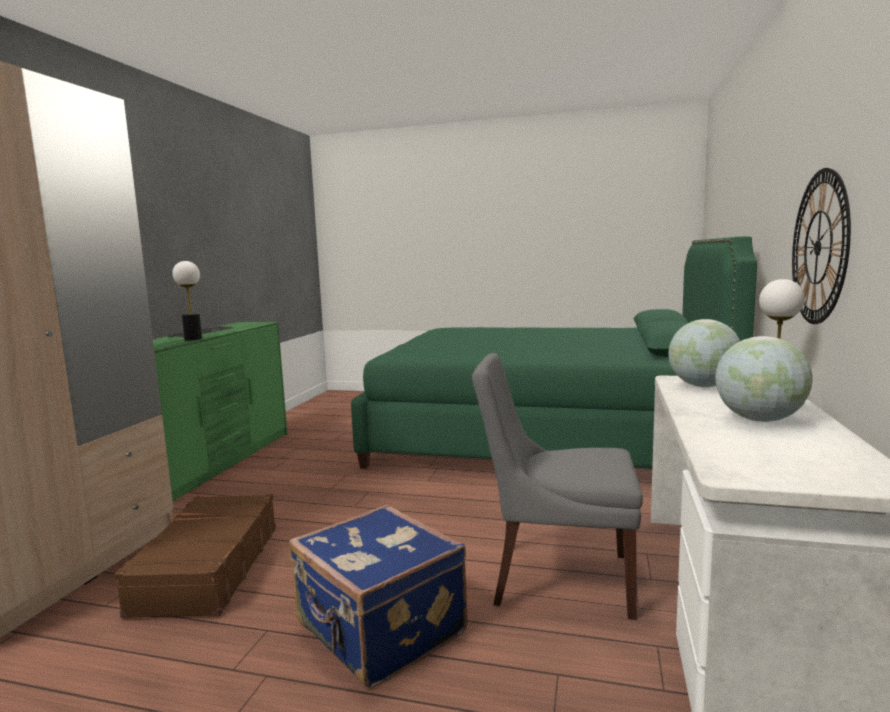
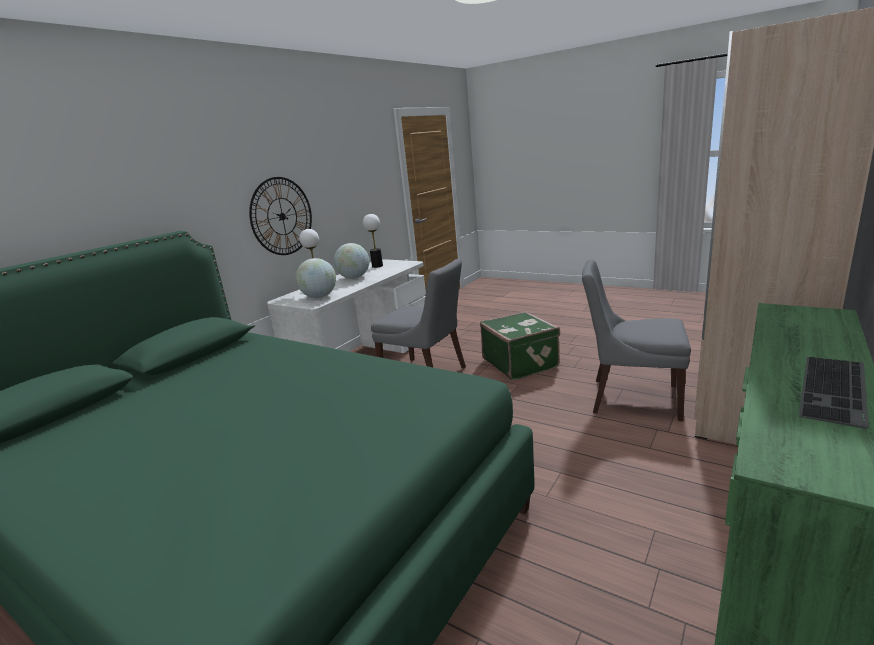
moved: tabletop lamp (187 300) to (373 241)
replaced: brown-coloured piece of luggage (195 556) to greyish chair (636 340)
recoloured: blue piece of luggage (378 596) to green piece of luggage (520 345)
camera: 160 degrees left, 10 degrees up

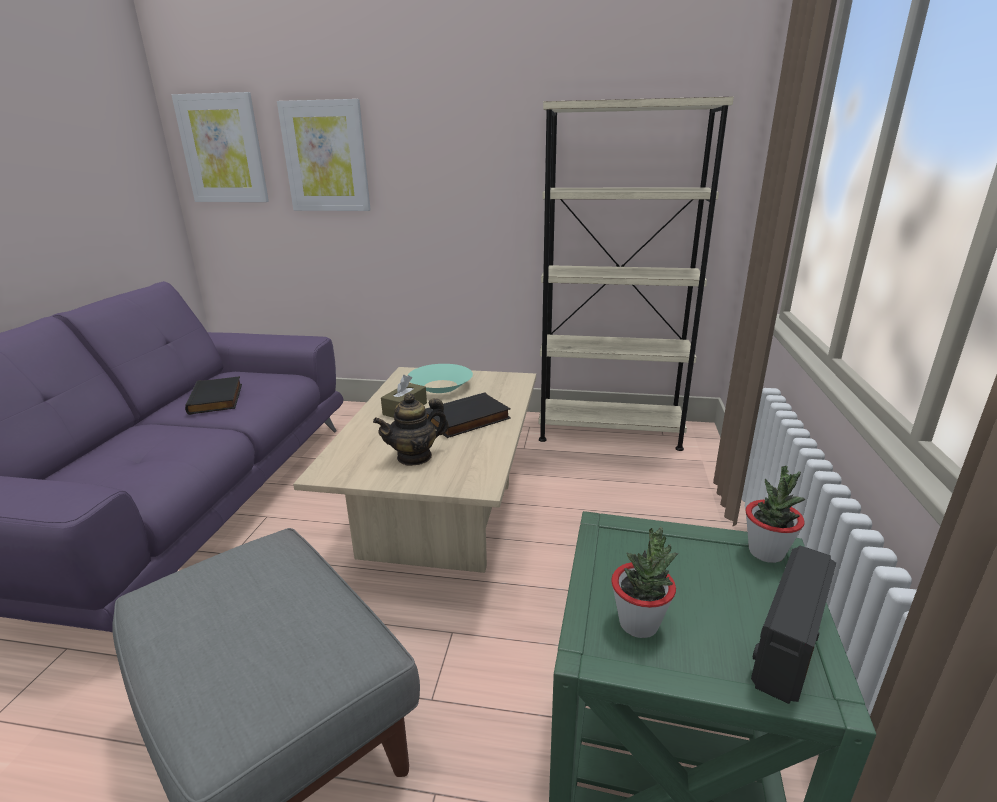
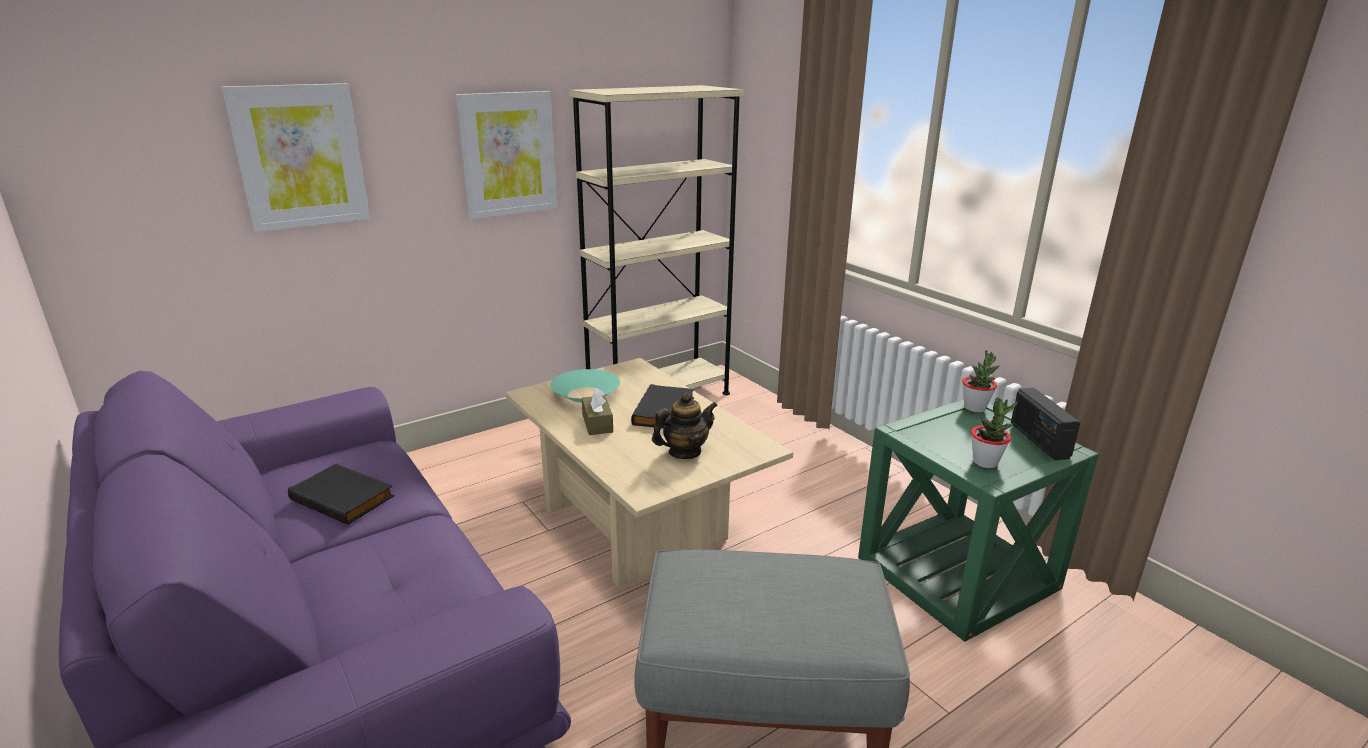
moved: picture (220 147) to (506 155)
turned: teapot (411 429) = (685 425) 135 degrees counterclockwise
camera: 45 degrees left, 0 degrees up

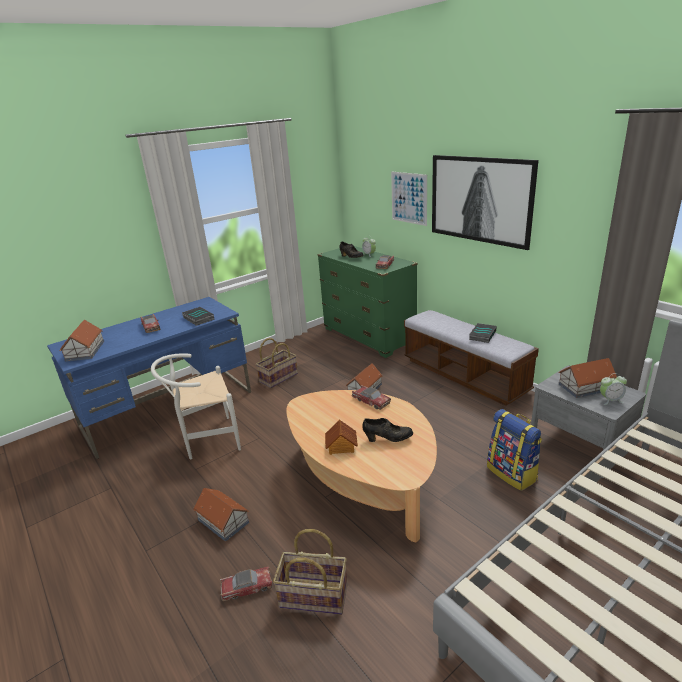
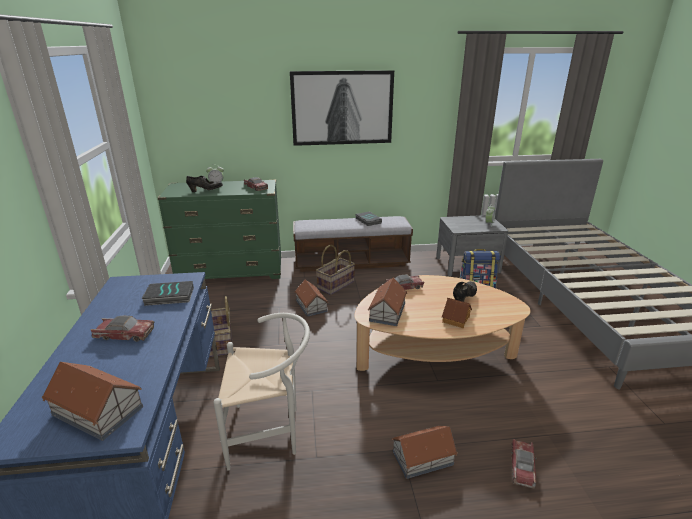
removed: picture (409 198)
moved: household basket (310 572) to (335 270); miniature house (587 378) to (387 302)
turned: white chair (196 406) = (262 391) 105 degrees counterclockwise
camera: 60 degrees left, 0 degrees up

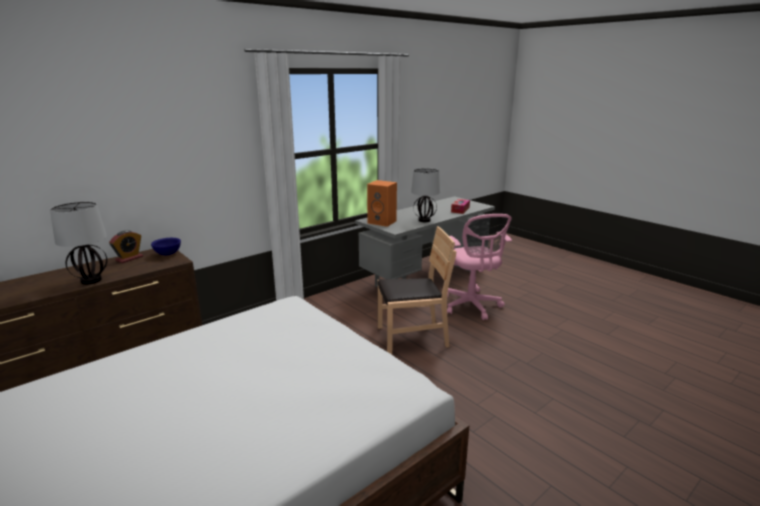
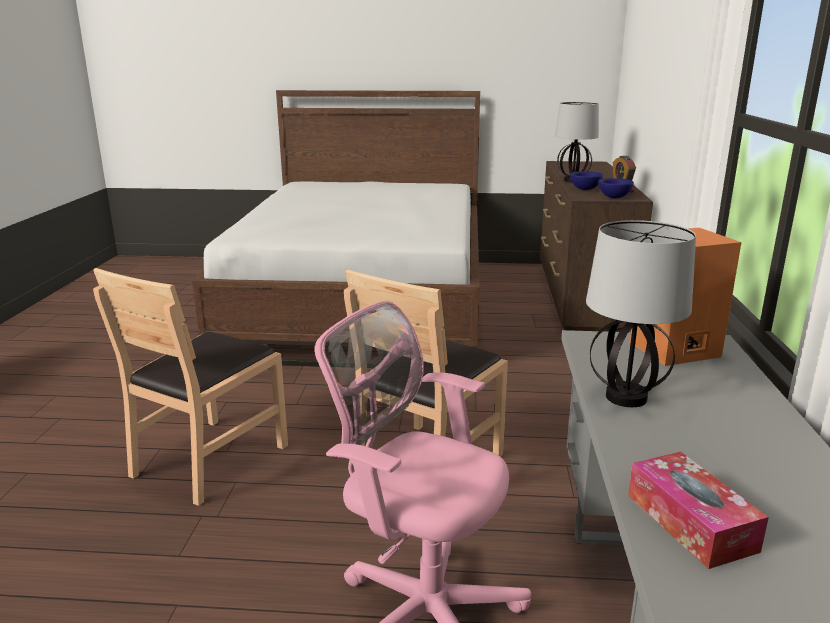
added: brown-coloured chair (190 387); blue serving bowl (586 180)
camera: 135 degrees right, 0 degrees up

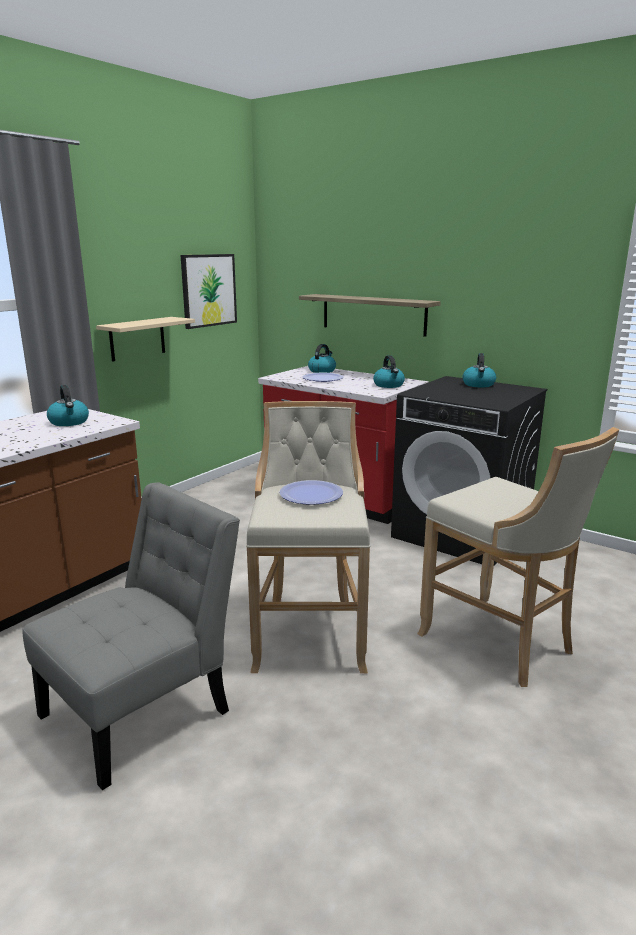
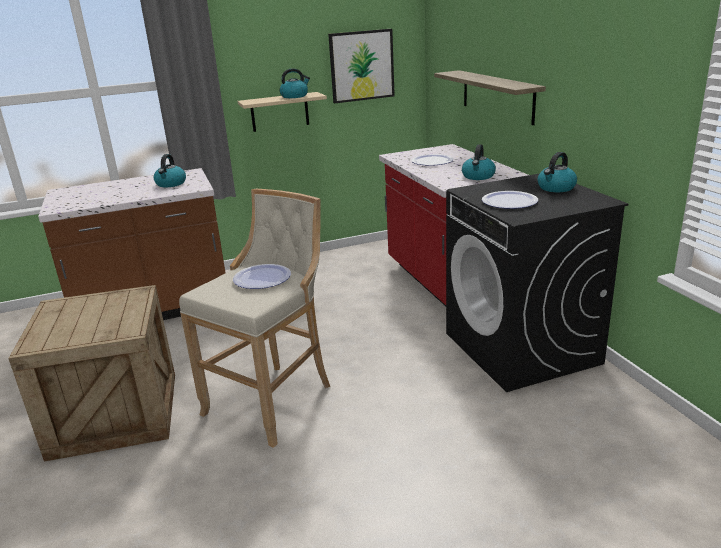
removed: sand-coloured sitting stool (518 557)
added: plate (510 200)
moved: tea kettle (322 358) to (295 83)
replaced: greyish chair (131 636) to shipping crate (91 373)
camera: 35 degrees right, 5 degrees up

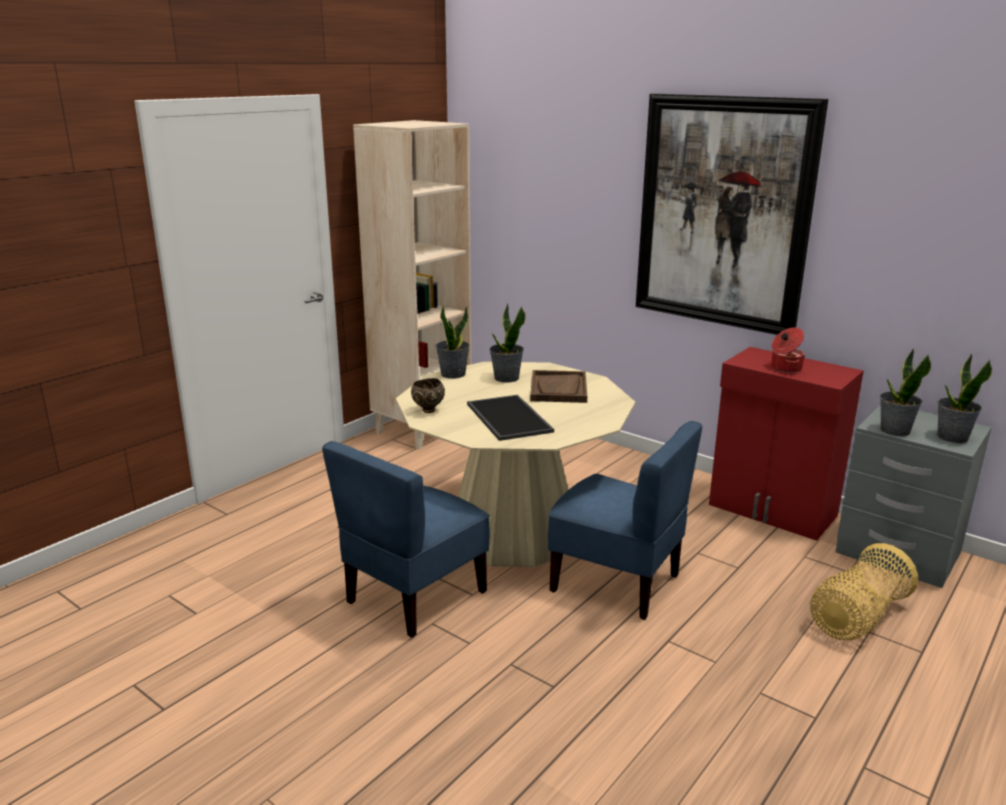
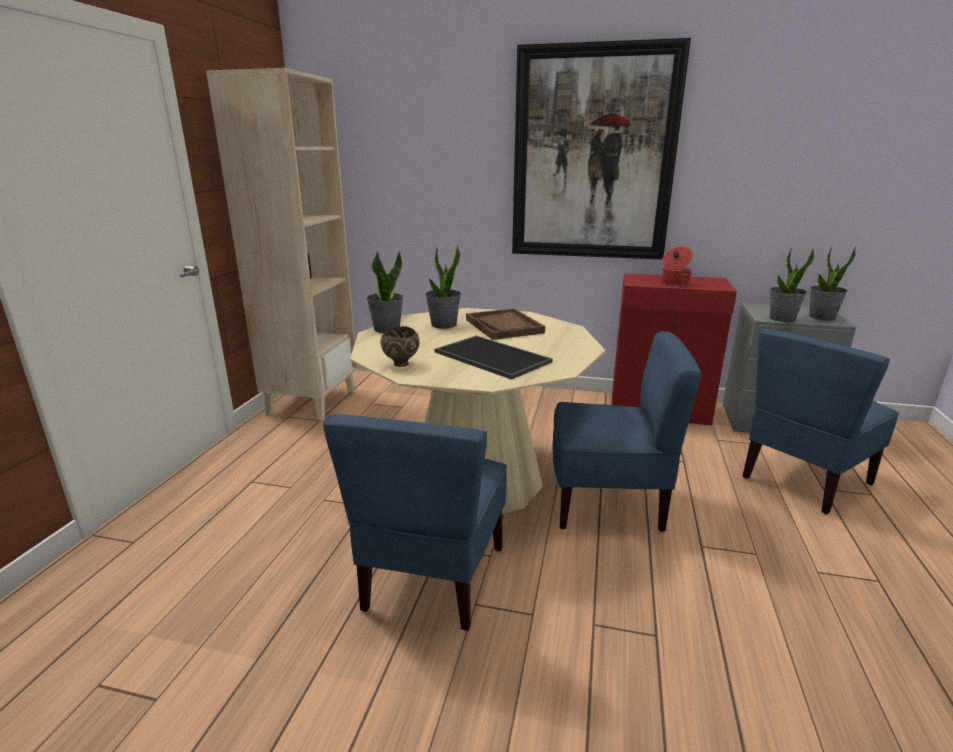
replaced: household basket (864 591) to blue chair (820 421)
camera: 25 degrees left, 0 degrees up

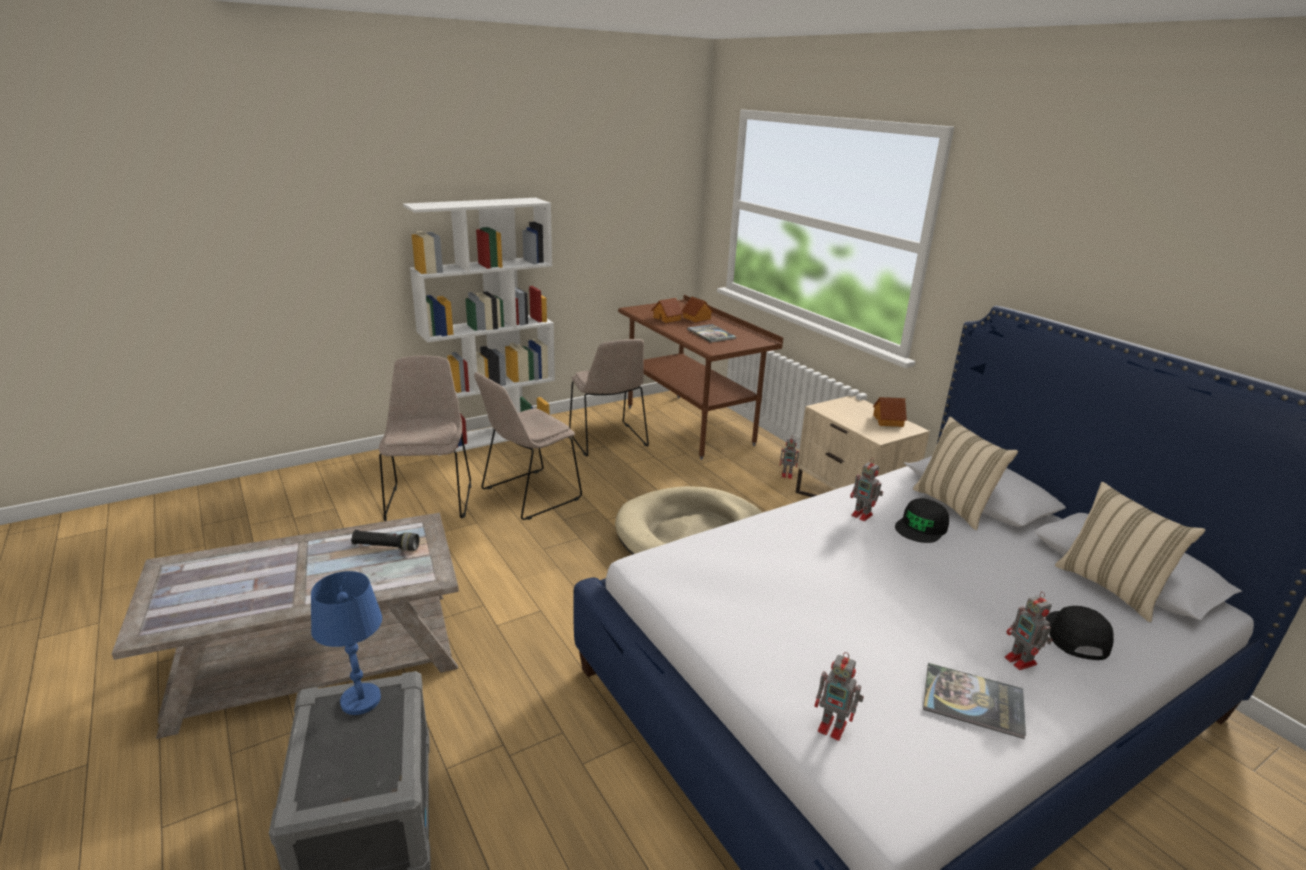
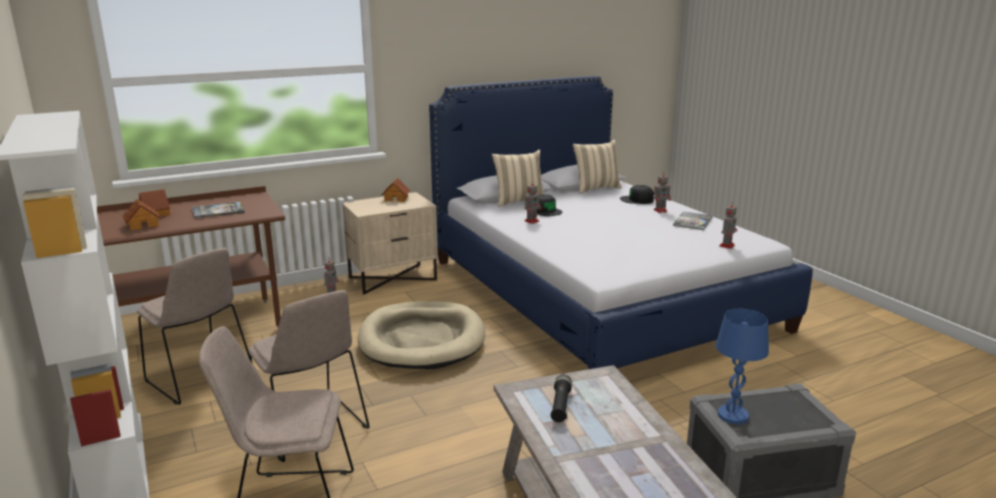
turned: sand-coloured chair (609 397) = (195 326) 60 degrees clockwise
camera: 85 degrees left, 5 degrees down

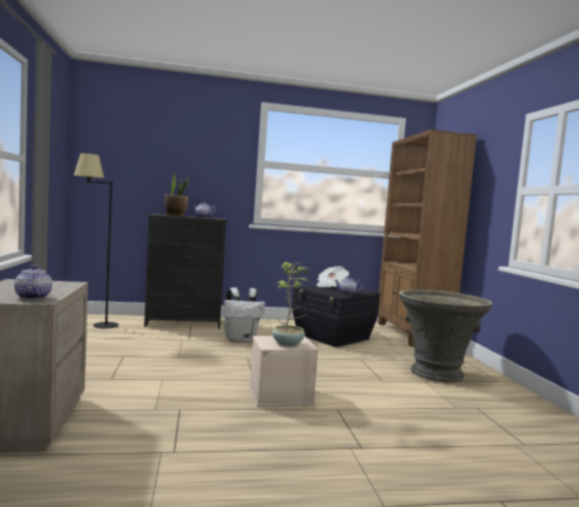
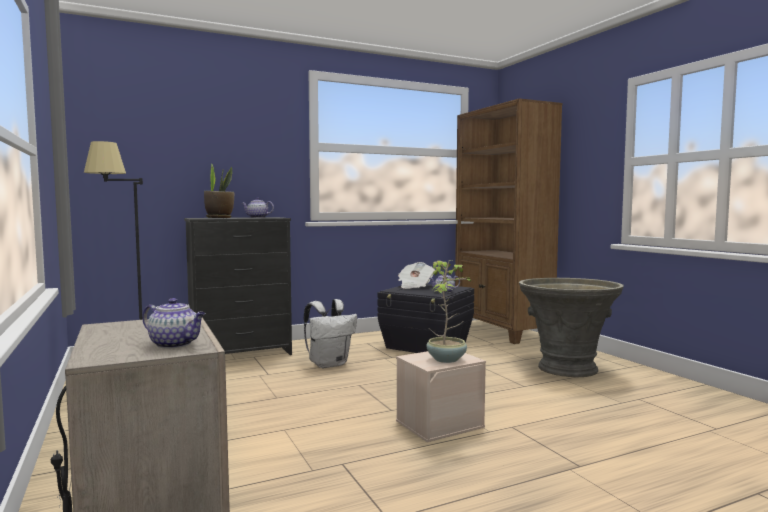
turned: teapot (33 282) = (174 323) 150 degrees clockwise
camera: 15 degrees left, 0 degrees up

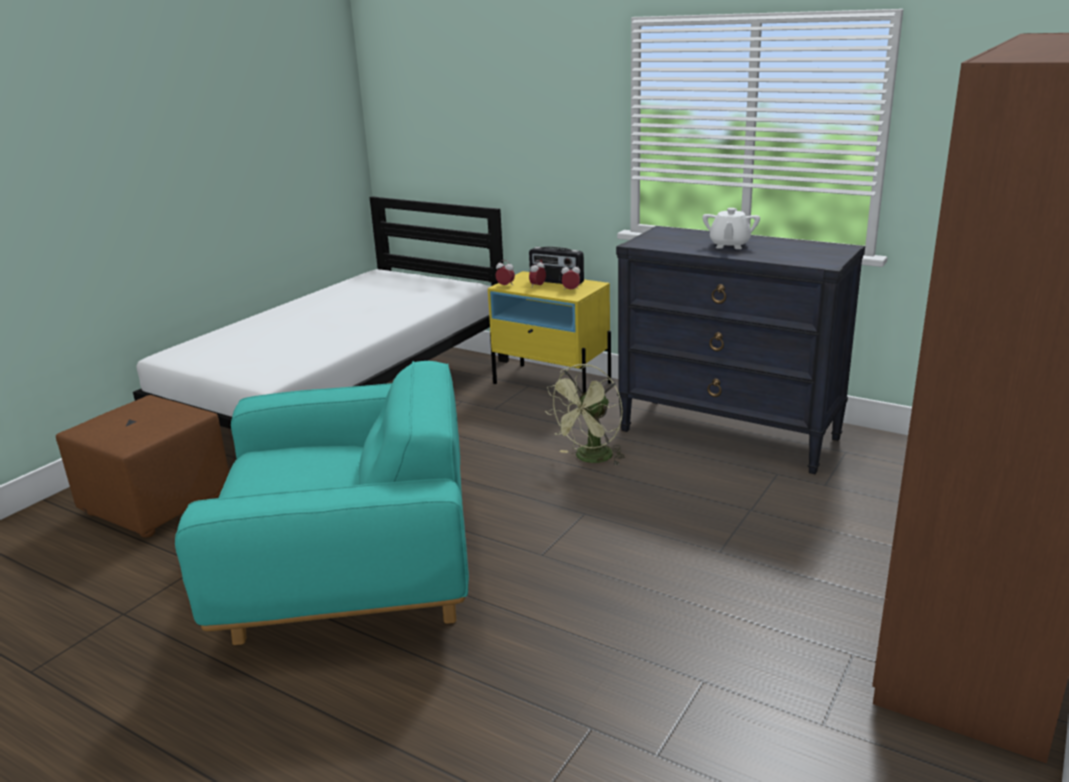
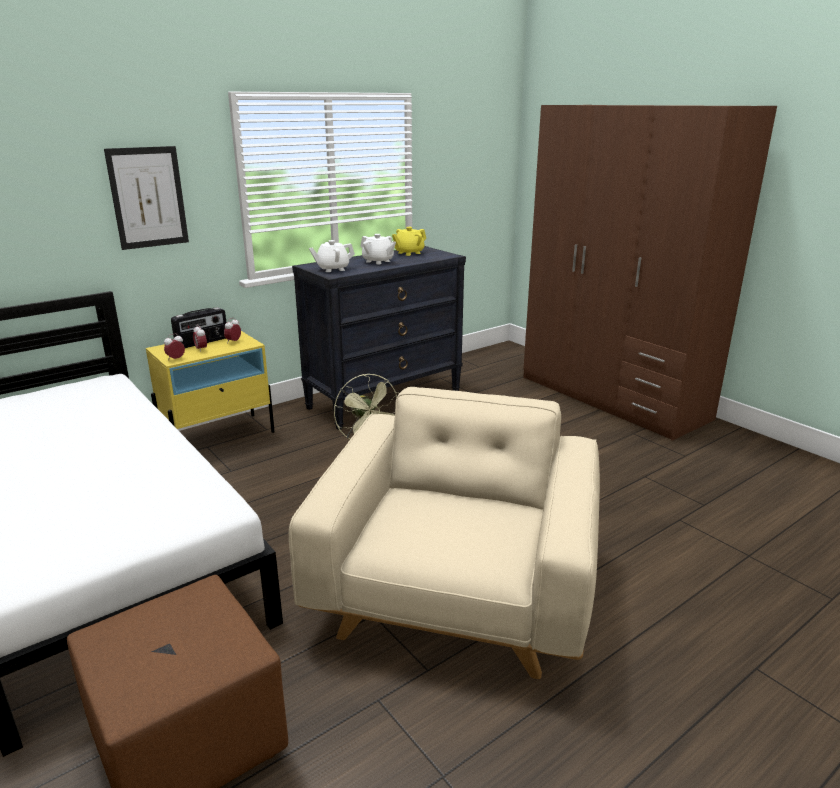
added: picture (146 198); white teapot (332 256); yellow teapot (409 241)
recoloured: blue-green armchair (322 503) to sand-coloured armchair (444 533)
camera: 70 degrees left, 0 degrees up

